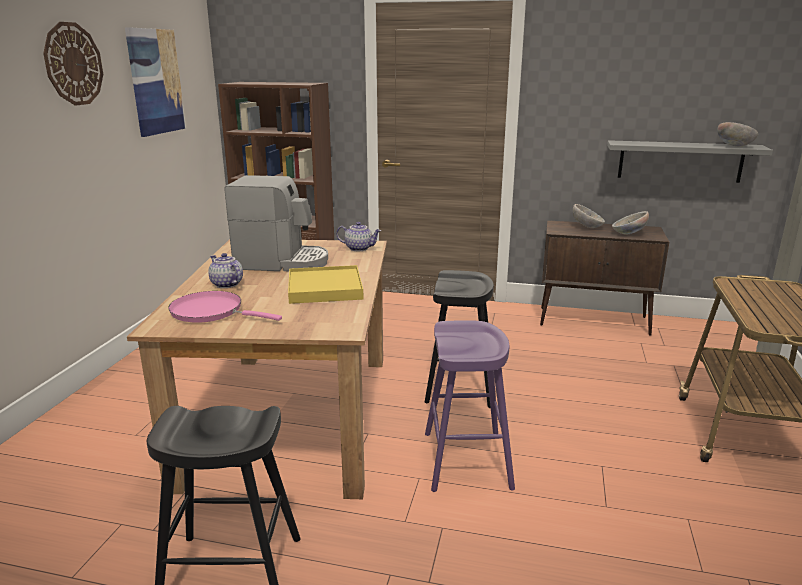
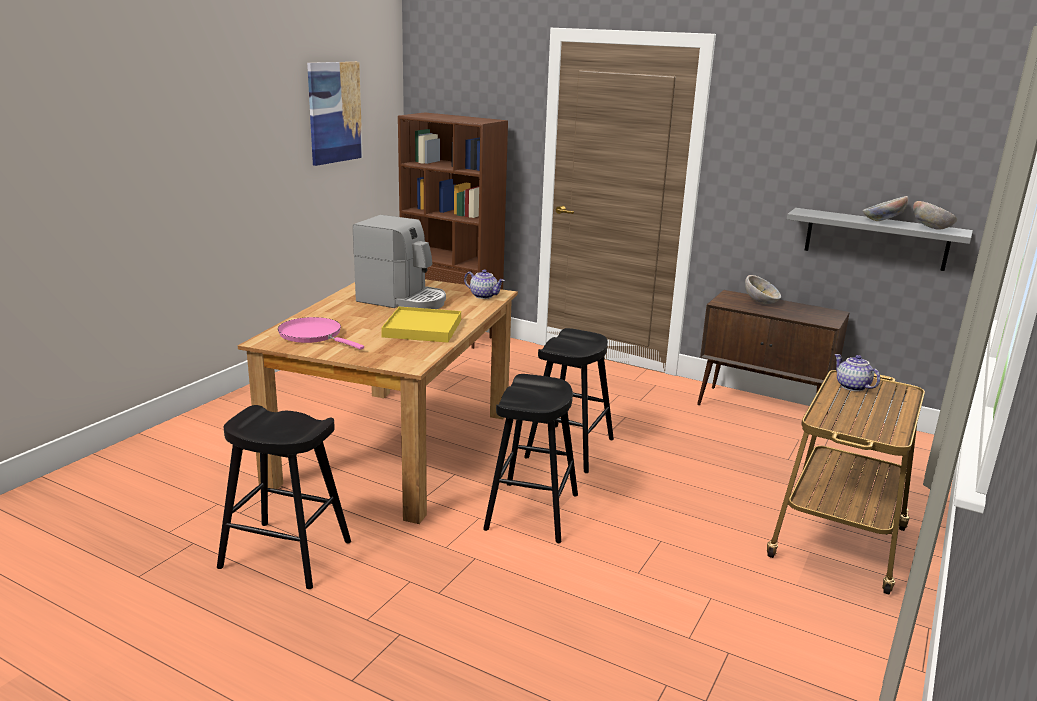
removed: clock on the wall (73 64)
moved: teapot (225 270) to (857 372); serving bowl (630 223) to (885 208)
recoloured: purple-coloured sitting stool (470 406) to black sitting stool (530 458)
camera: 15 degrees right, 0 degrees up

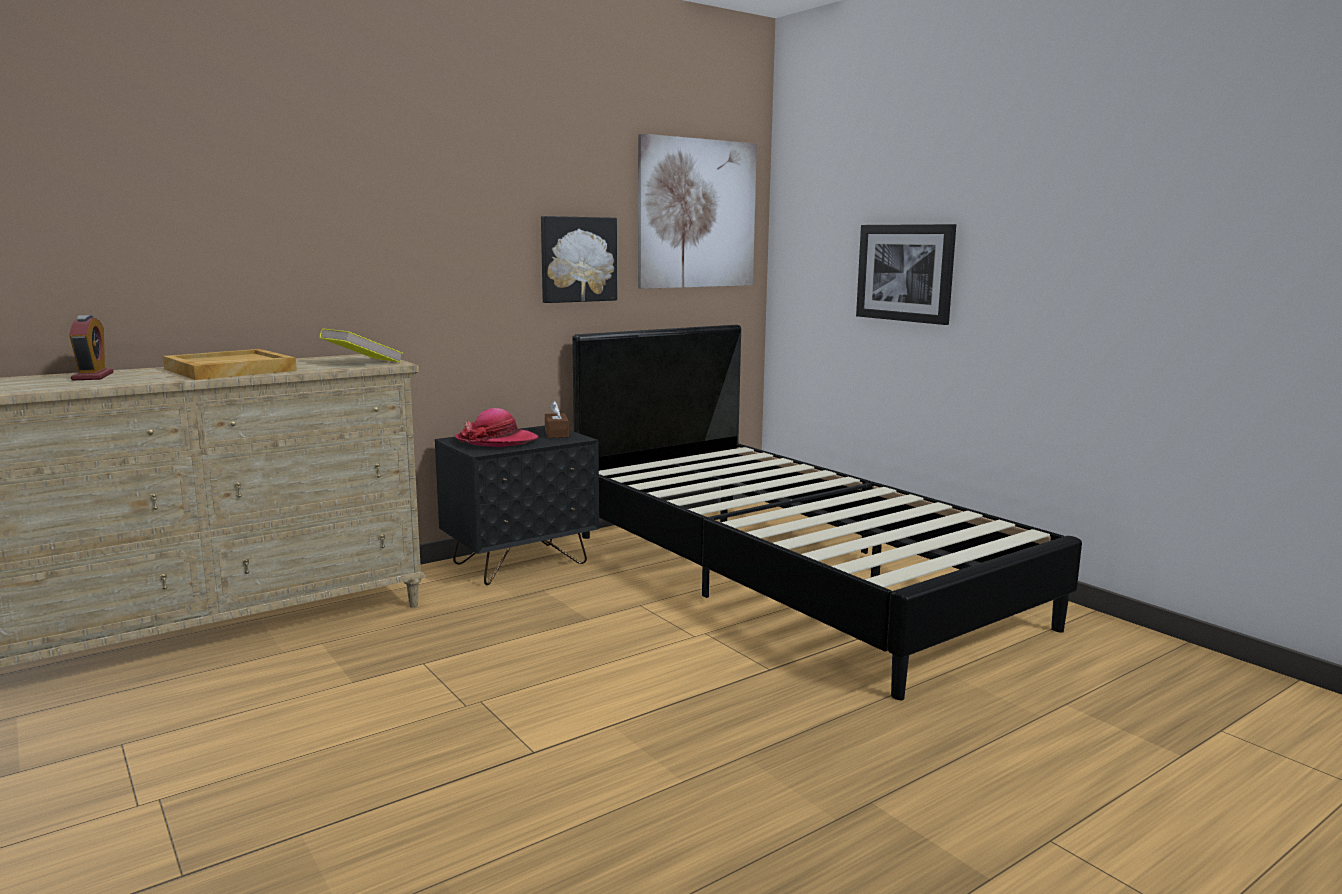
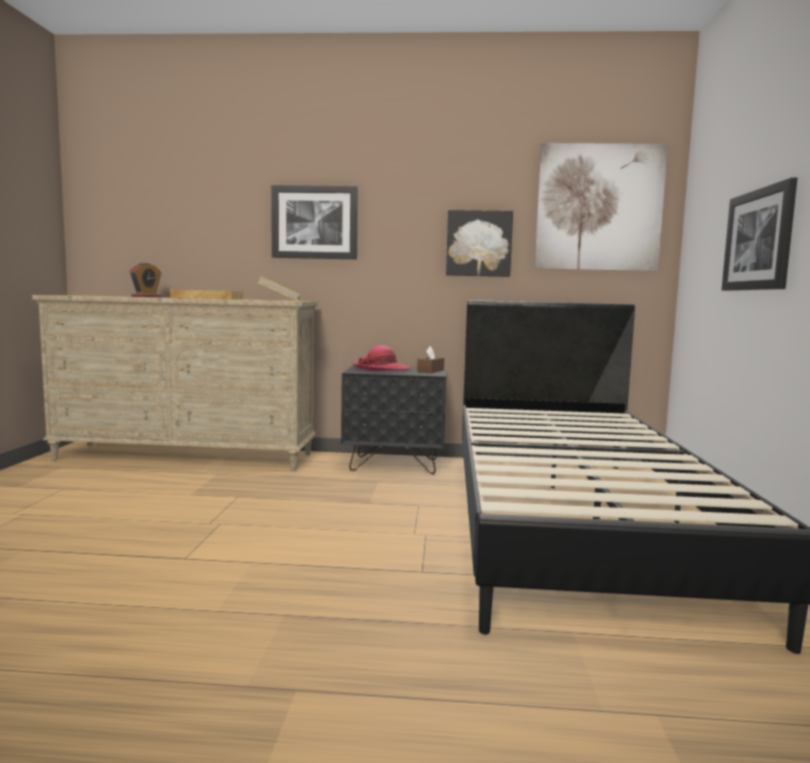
added: picture (314 222)
camera: 40 degrees right, 5 degrees down

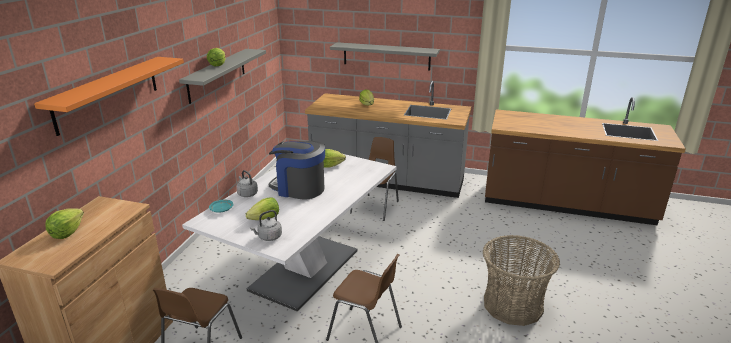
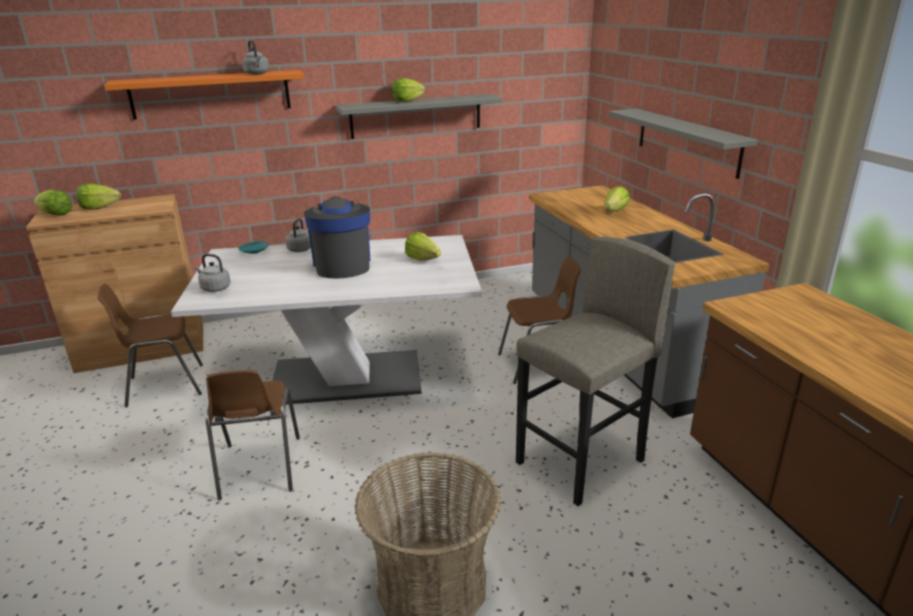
added: greyish tea kettle (255 57); greyish sitting stool (595 371)
moved: head of lettuce (262 209) to (52 203)
camera: 55 degrees right, 0 degrees up

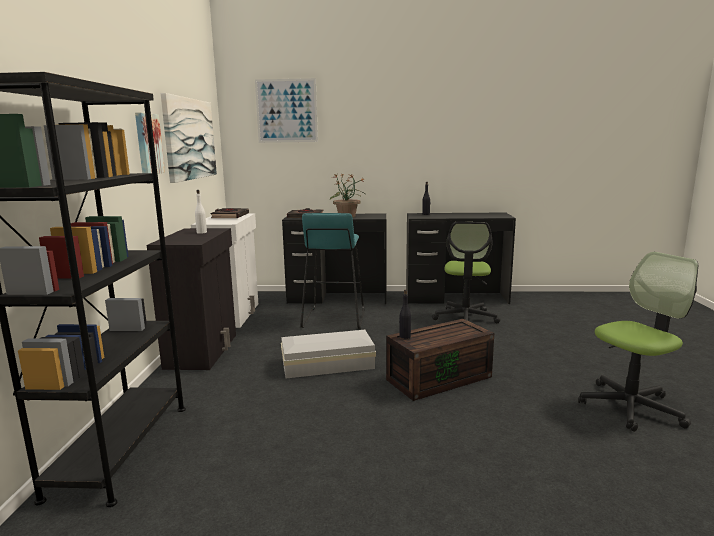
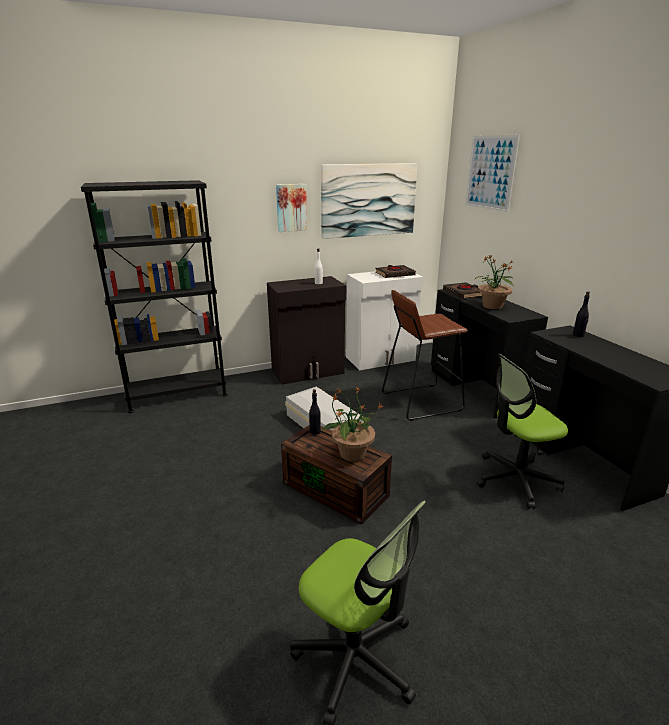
added: plant in a pot (352 423)
recoloured: blue-green sitting stool (332 271) to brown-coloured sitting stool (425 355)
camera: 65 degrees right, 10 degrees up

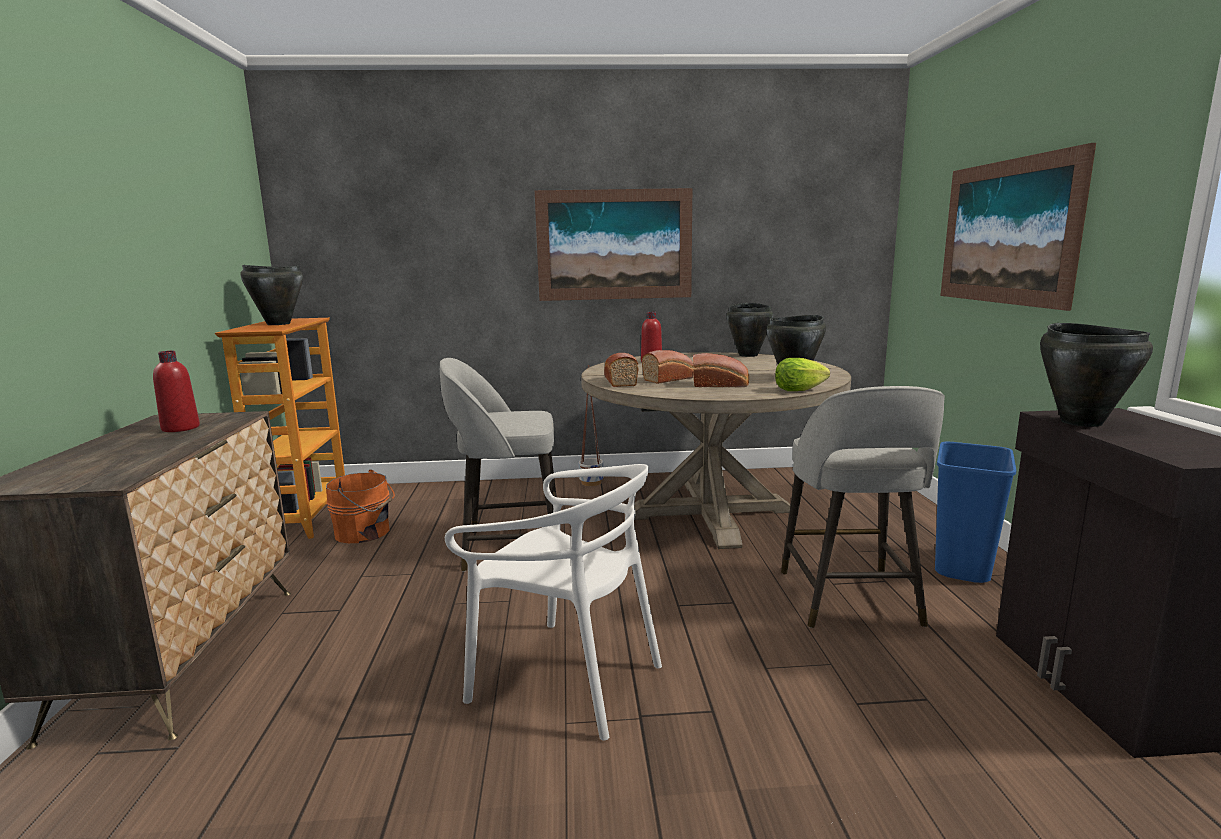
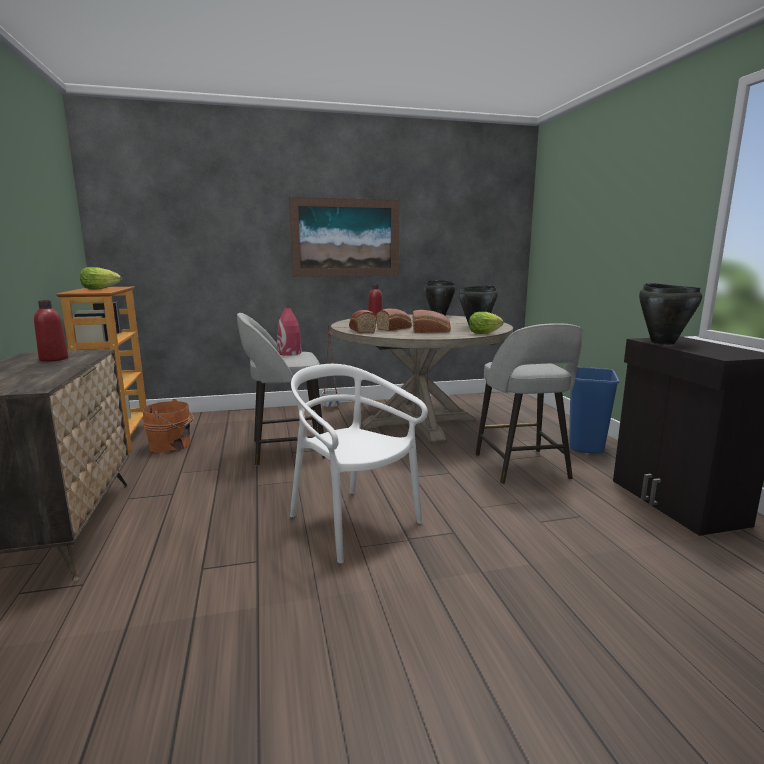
removed: picture (1018 227)
added: red flower vase (289 332)
replaced: black saucepot (271 295) to head of lettuce (101 278)
turned: white chair (553 602) = (359 463) 150 degrees counterclockwise
camera: 10 degrees left, 0 degrees up

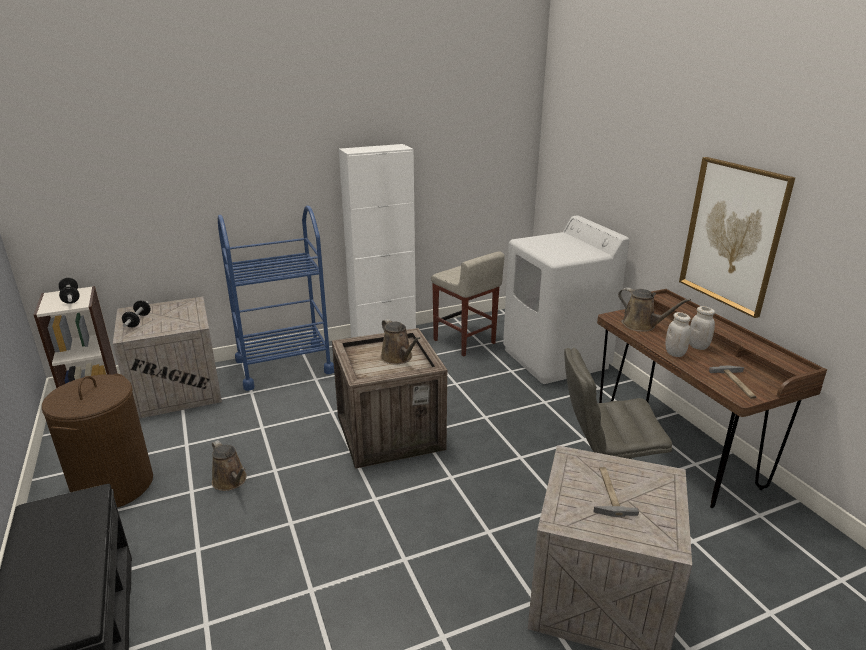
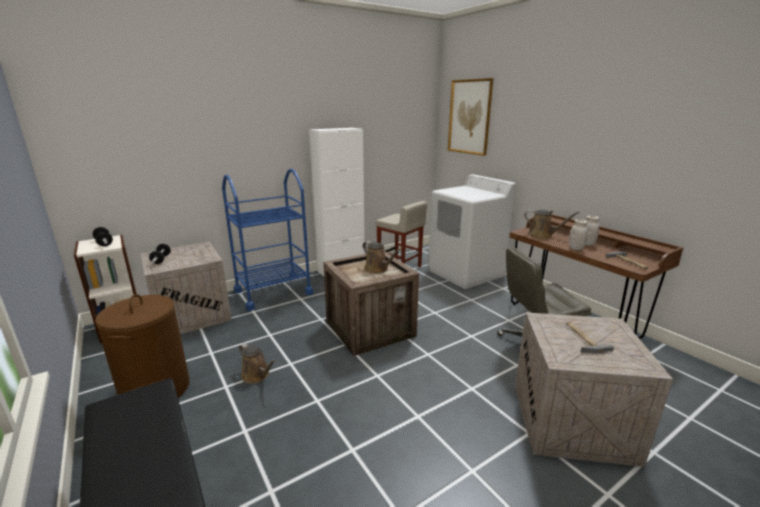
moved: picture (737 237) to (470 117)
camera: 10 degrees left, 5 degrees down

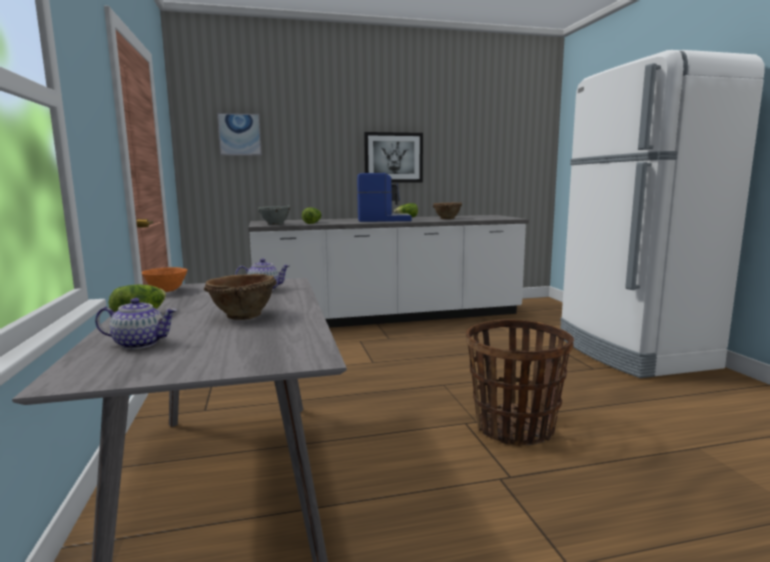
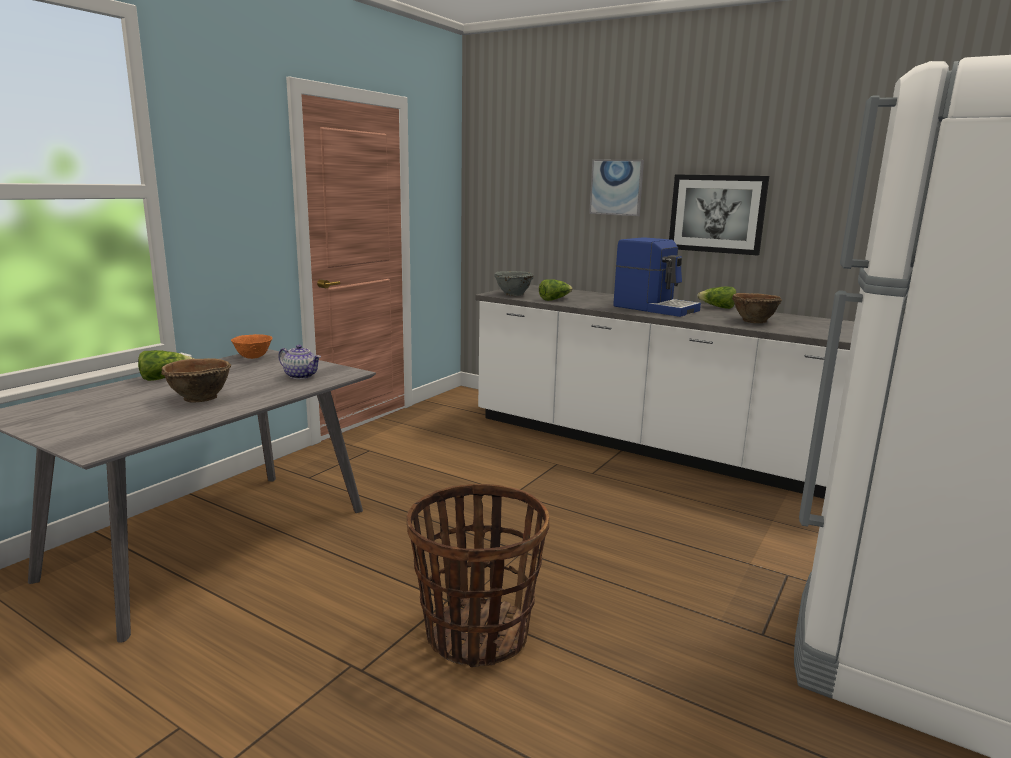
removed: teapot (136 323)
moved: picture (239 134) to (616 188)
camera: 45 degrees right, 5 degrees up

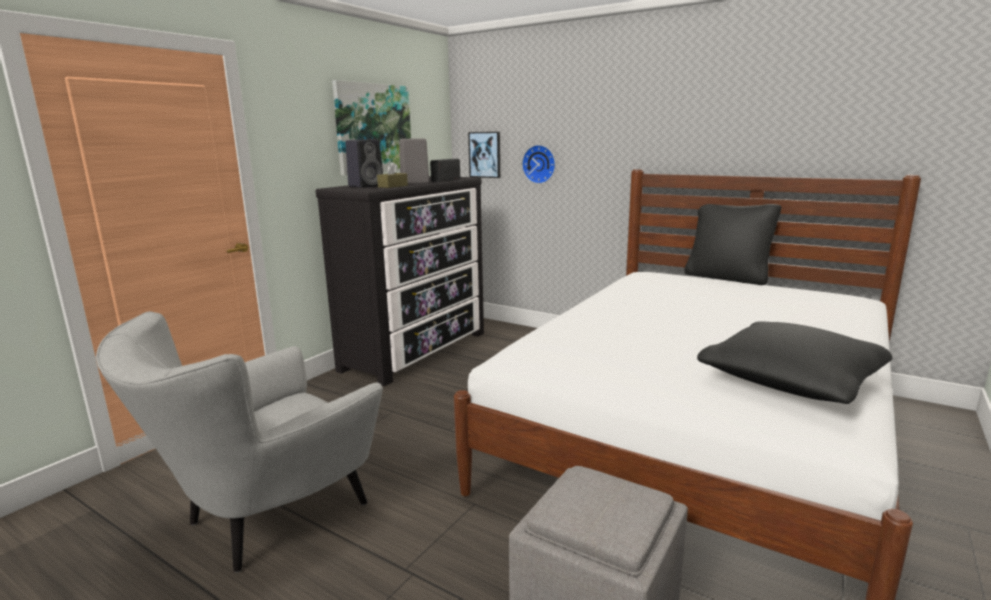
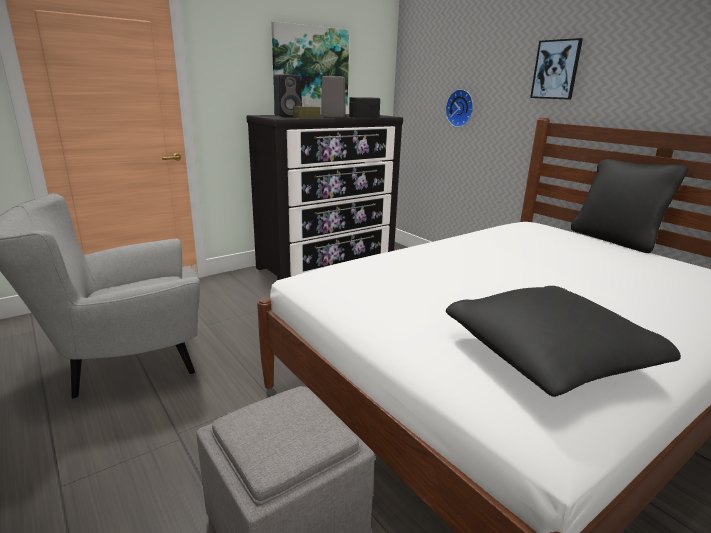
moved: picture (484 155) to (556 69)
camera: 20 degrees right, 5 degrees up

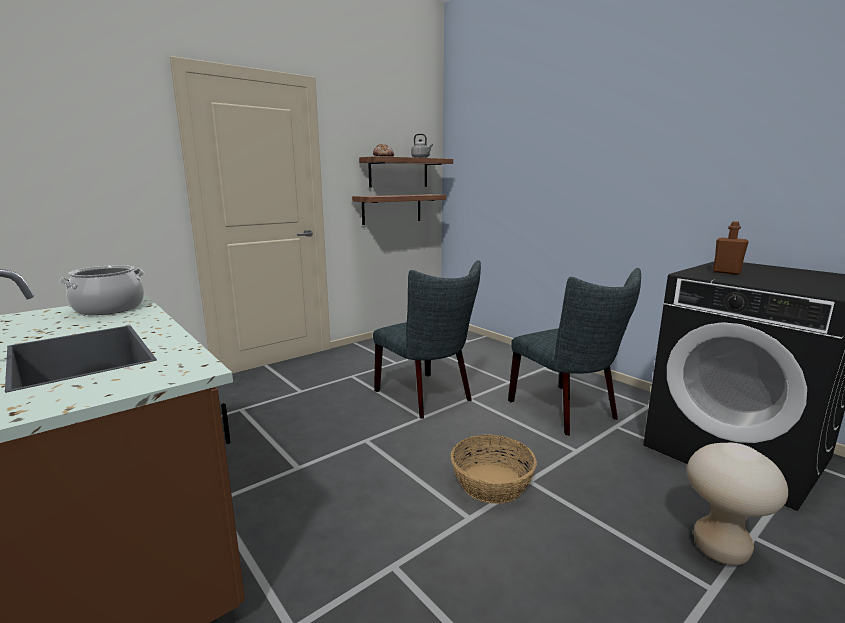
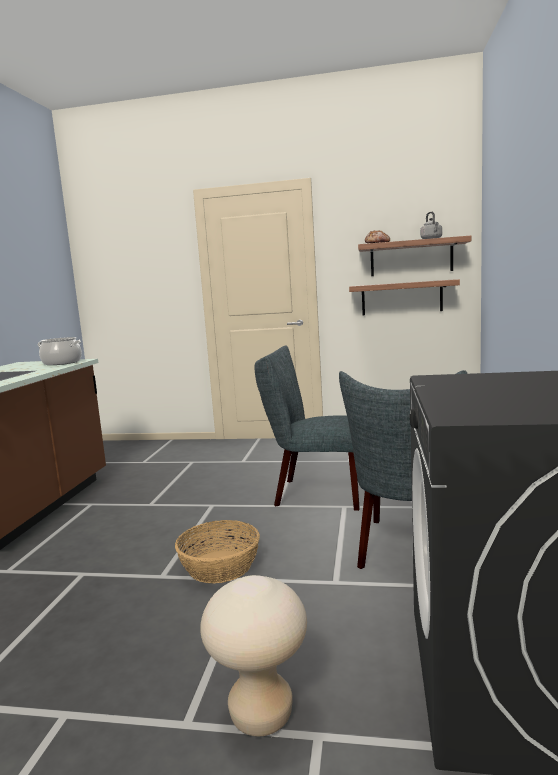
removed: brown-coloured bottle (731 248)
turned: greyish chair (427 339) = (307 428) 90 degrees clockwise
camera: 50 degrees right, 5 degrees down

